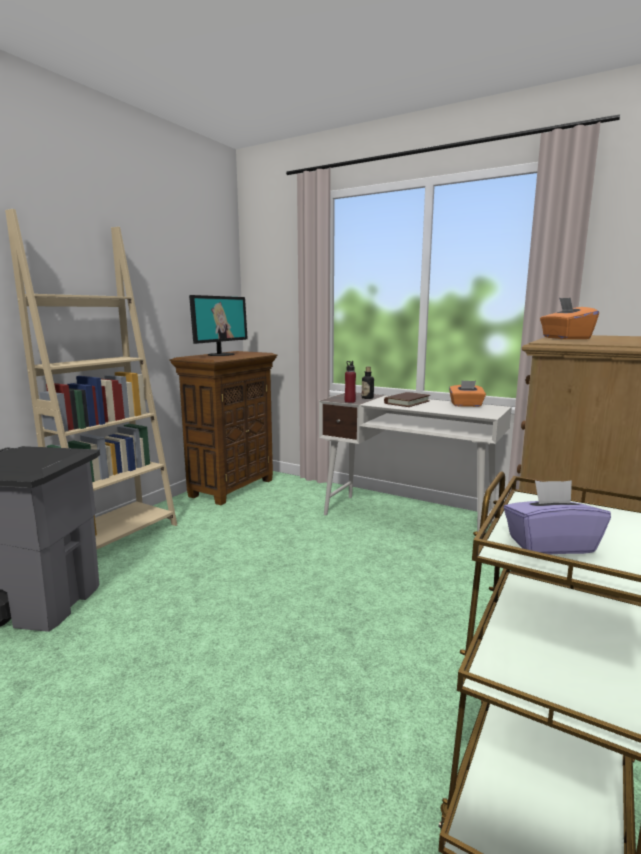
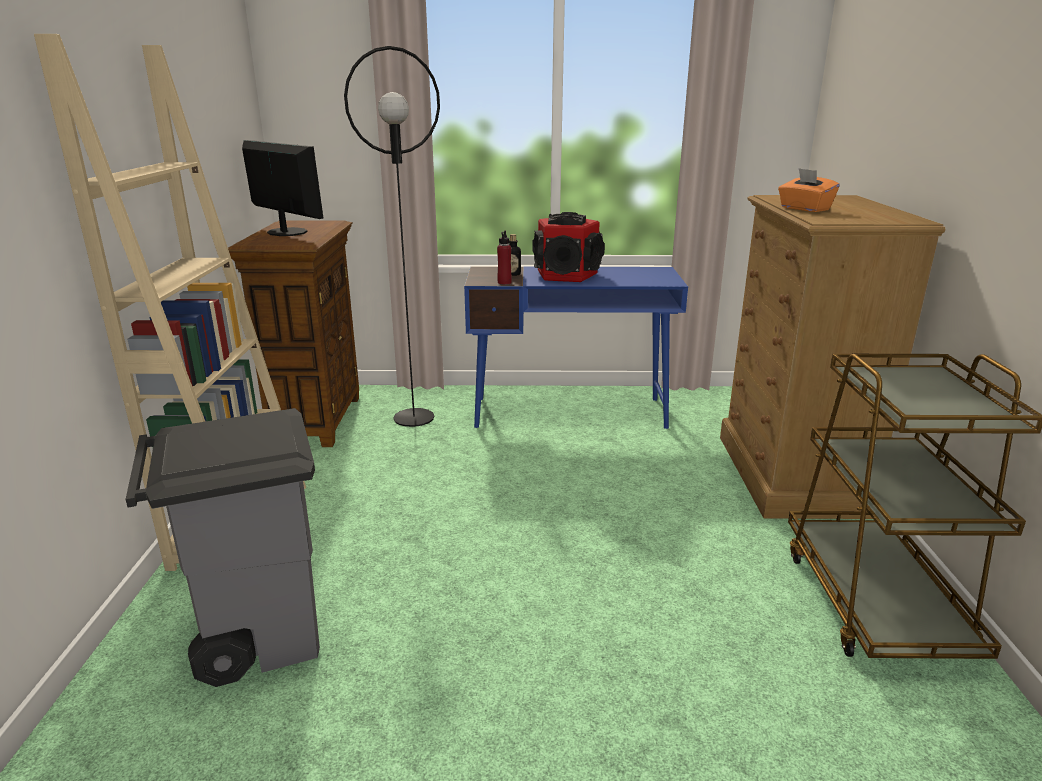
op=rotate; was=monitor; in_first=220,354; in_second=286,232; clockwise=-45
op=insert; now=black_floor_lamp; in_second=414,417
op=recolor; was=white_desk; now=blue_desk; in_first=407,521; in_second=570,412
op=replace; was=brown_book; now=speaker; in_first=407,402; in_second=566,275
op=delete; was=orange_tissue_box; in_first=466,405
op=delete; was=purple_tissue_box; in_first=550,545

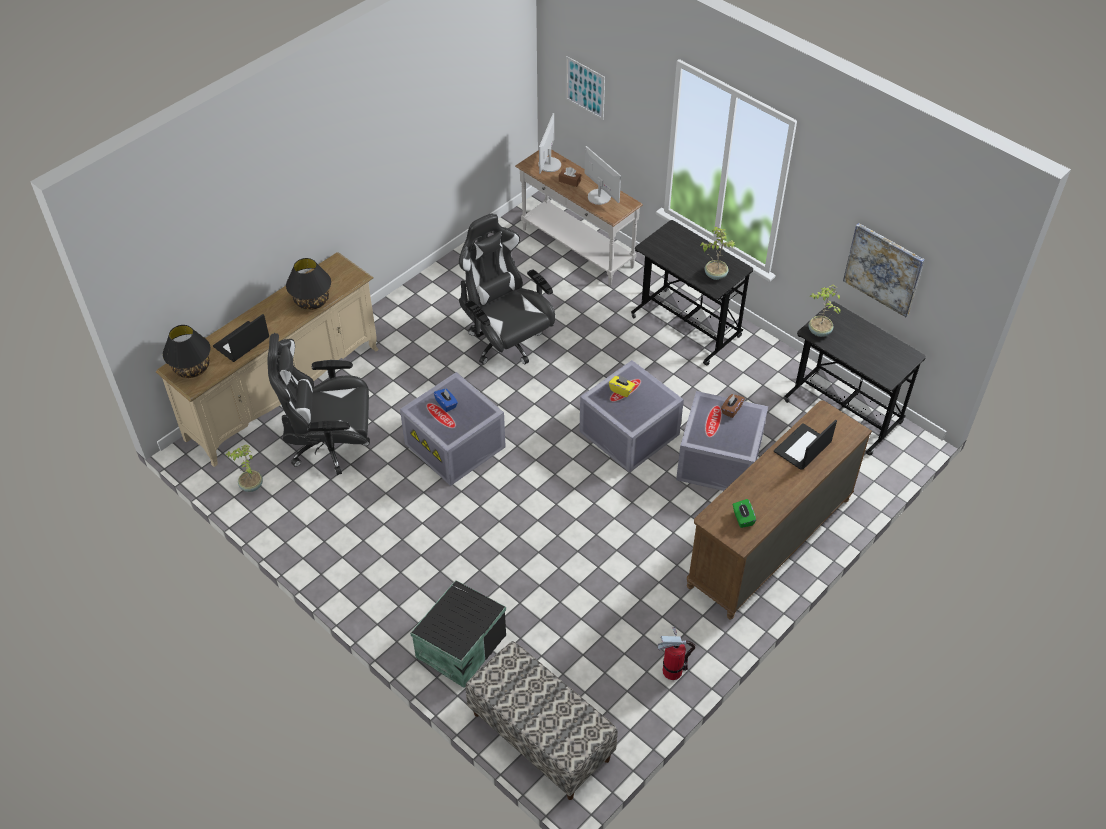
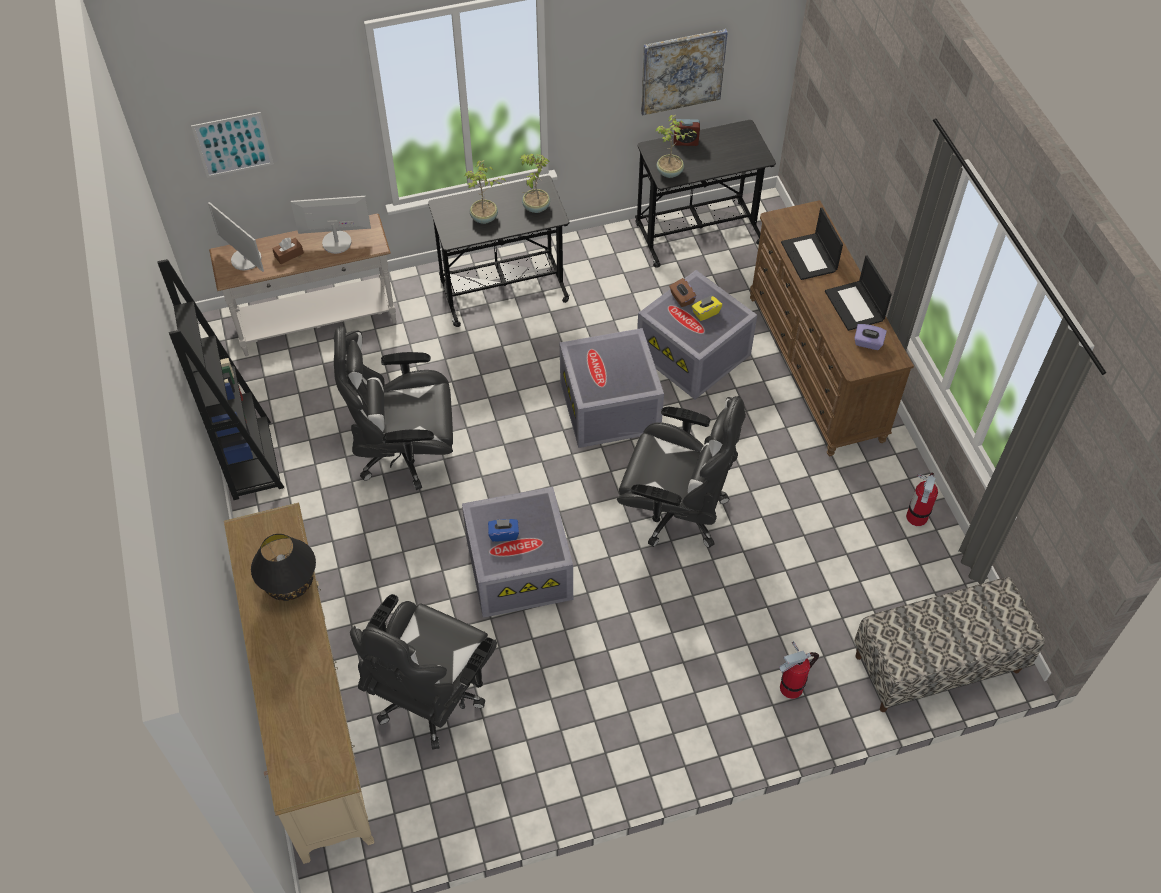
op=insert; now=black_bookcase; in_second=251,460
op=move; was=potted_plant; in_first=251,486; in_second=484,218
op=insert; now=black_office_chair; in_second=673,510
op=insert; now=alarm_clock; in_second=685,142
op=move; was=yellow_tissue_box; in_first=621,390; in_second=705,313
op=replace; was=black_storage_box; now=fire_extinguisher; in_first=459,646; in_second=791,687
op=move; was=laptop; in_first=241,343; in_second=855,306
op=recolor; was=green_tissue_box; now=purple_tissue_box; in_first=742,518; in_second=868,343
op=delete; was=black_table_lamp; in_first=191,368

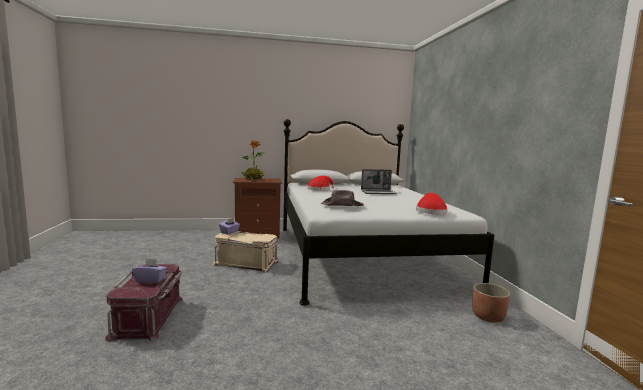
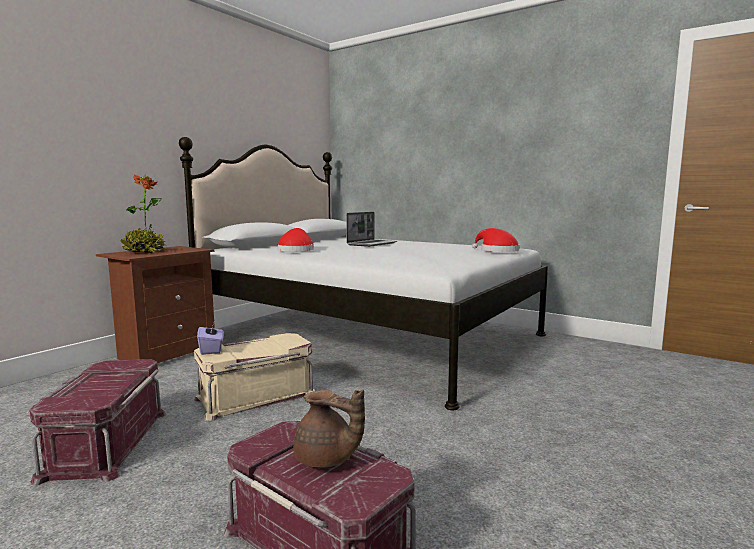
op=insert; now=red_storage_box; in_second=105,443
op=replace; was=purple_tissue_box; now=brown_teapot; in_first=150,280; in_second=326,460
op=delete; was=brown_hat; in_first=342,205
op=delete; was=planter; in_first=488,317

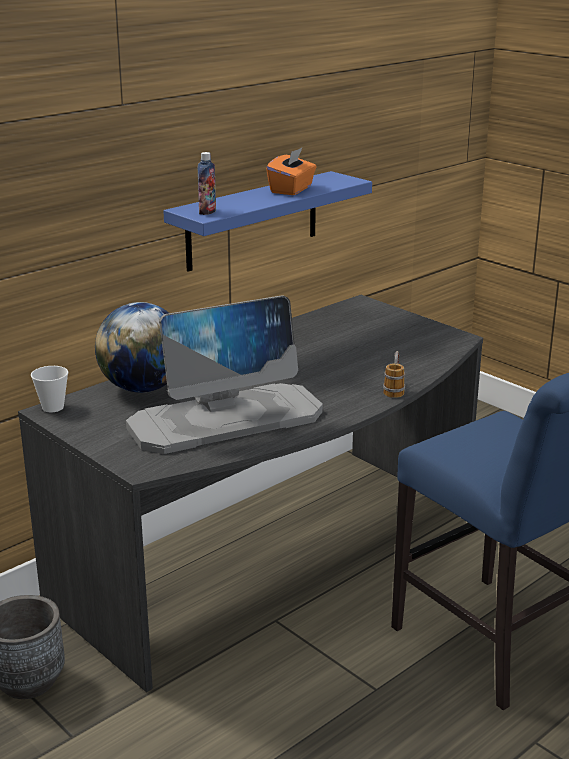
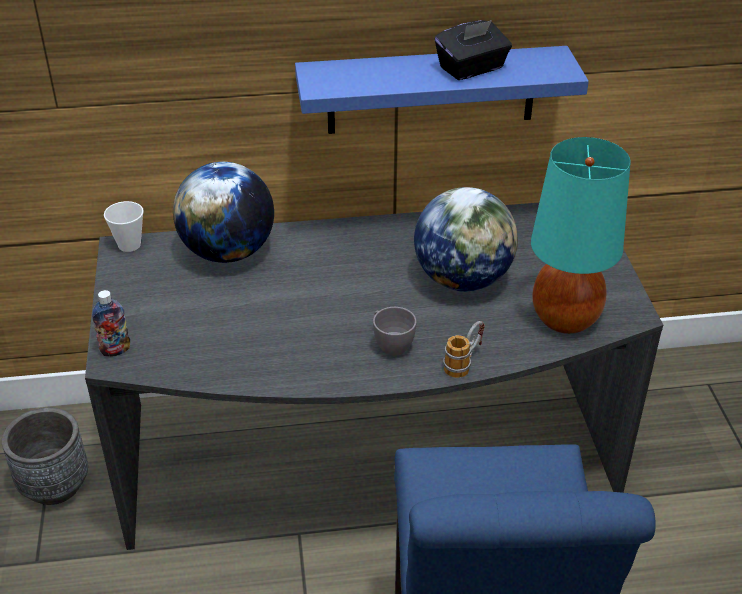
op=move; was=bottle; in_first=207,212; in_second=115,350
op=insert; now=grey_cup; in_second=390,344
op=insert; now=globe; in_second=463,279
op=recolor; was=orange_tissue_box; now=black_tissue_box; in_first=292,190; in_second=472,69
op=insert; now=turquoise_table_lamp; in_second=565,318
op=delete; was=monitor; in_first=227,419

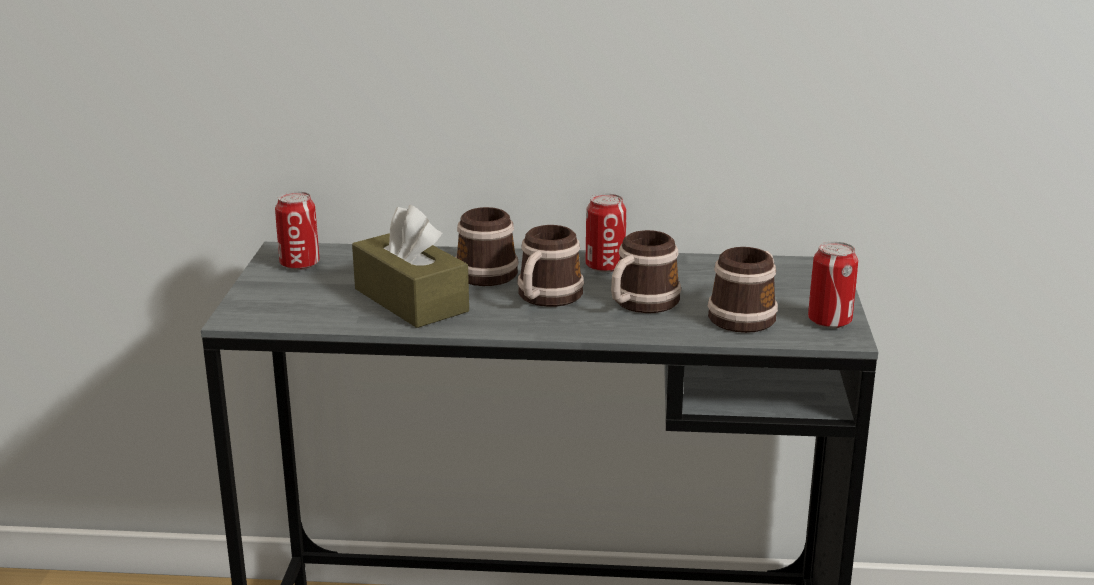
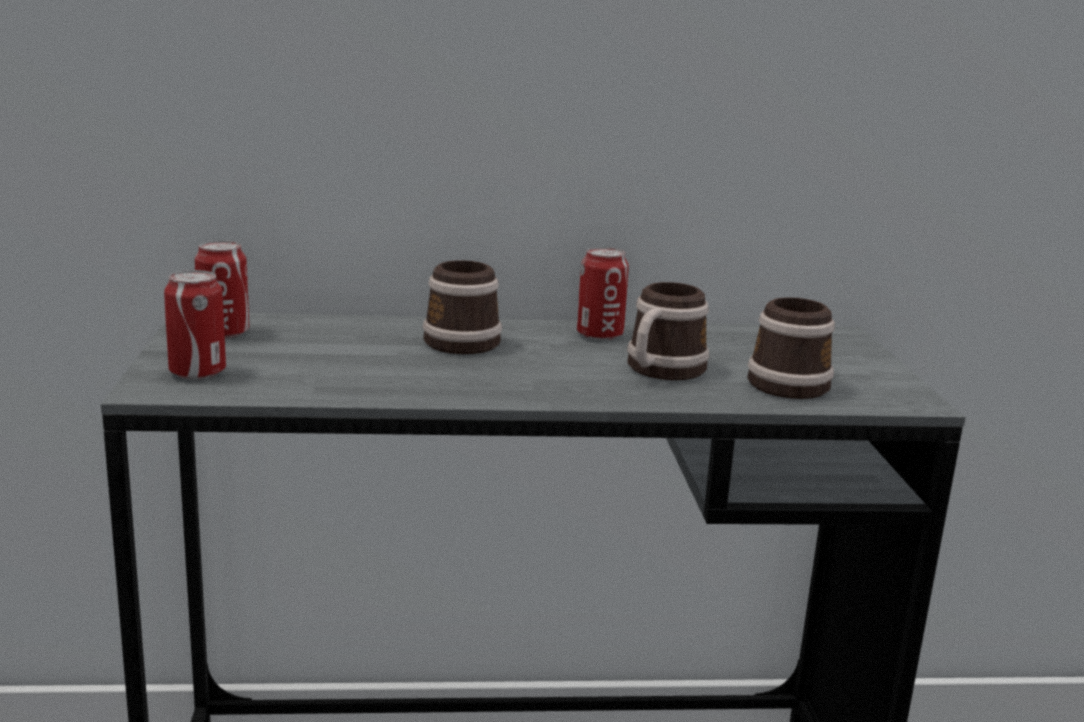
op=move; was=can; in_first=829,321; in_second=197,372
op=delete; was=brown_tissue_box; in_first=411,300
op=delete; was=mug; in_first=545,298

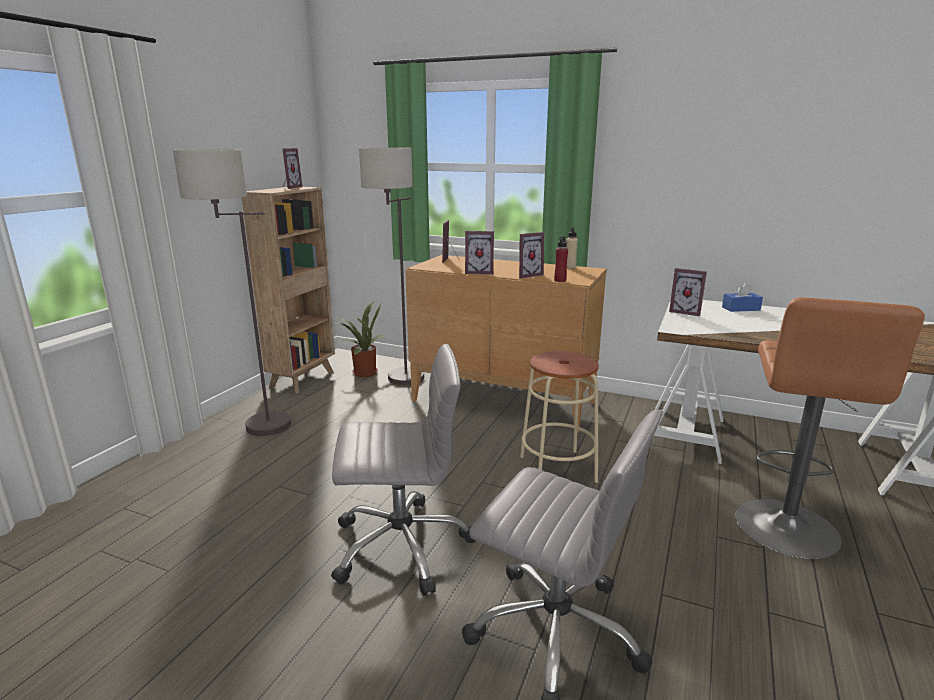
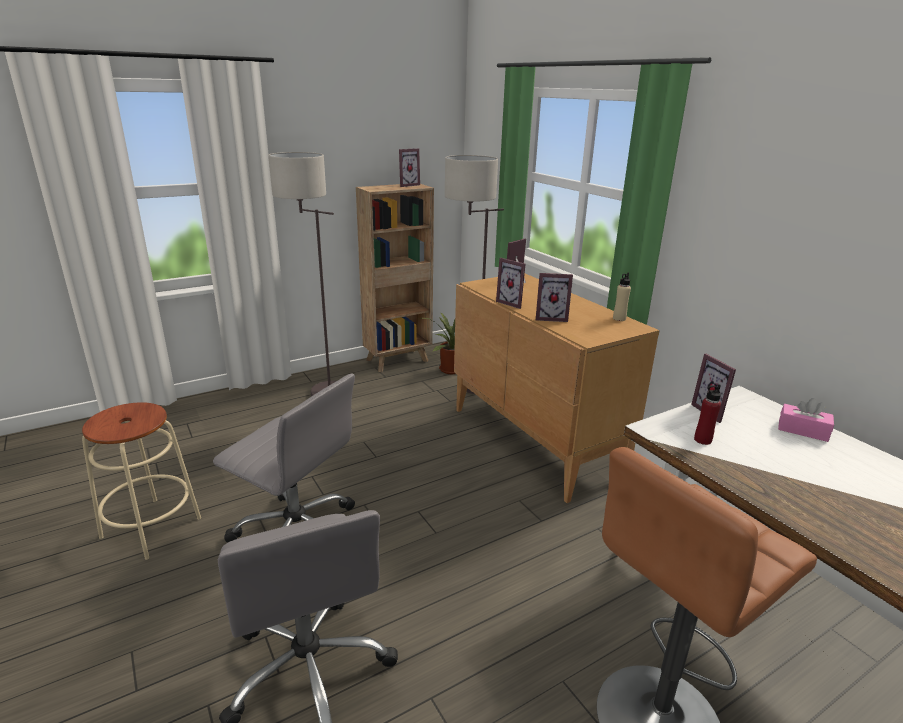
op=move; was=beige_stool; in_first=557,469; in_second=151,527
op=move; was=red_bottle; in_first=560,280; in_second=702,440
op=recolor; was=blue_tissue_box; now=pink_tissue_box; in_first=741,308; in_second=802,430

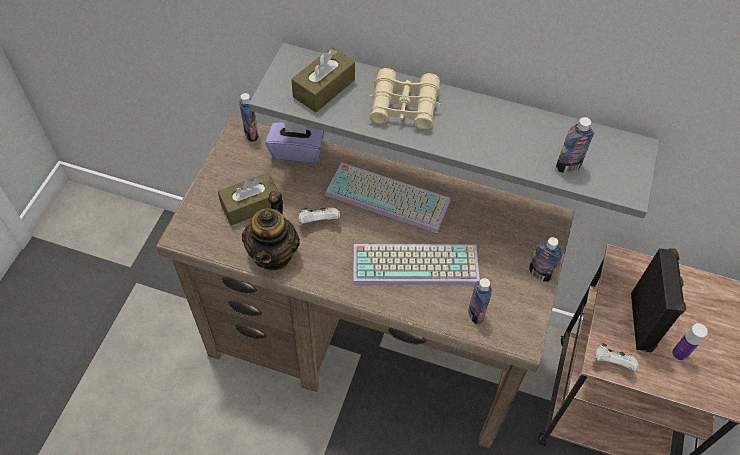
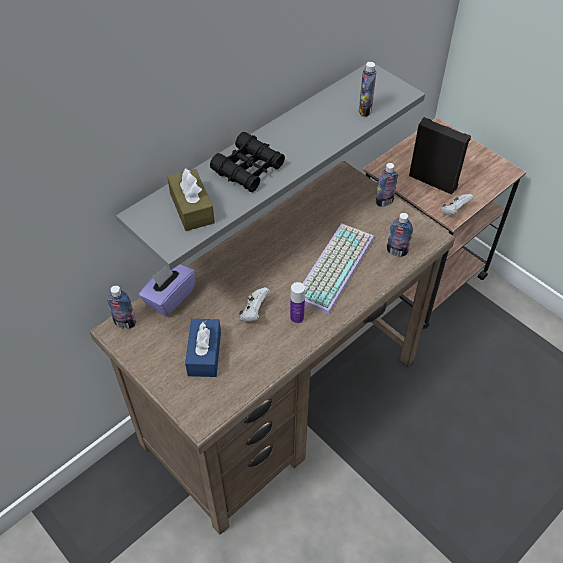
op=recolor; was=brown_tissue_box; now=blue_tissue_box; in_first=251,205; in_second=204,353
op=recolor; was=beige_binoculars; now=black_binoculars; in_first=404,106; in_second=248,169
op=move; was=bottle; in_first=679,354; in_second=297,318
op=delete; was=teapot; in_first=274,254
op=delete; was=keyboard; in_first=389,196

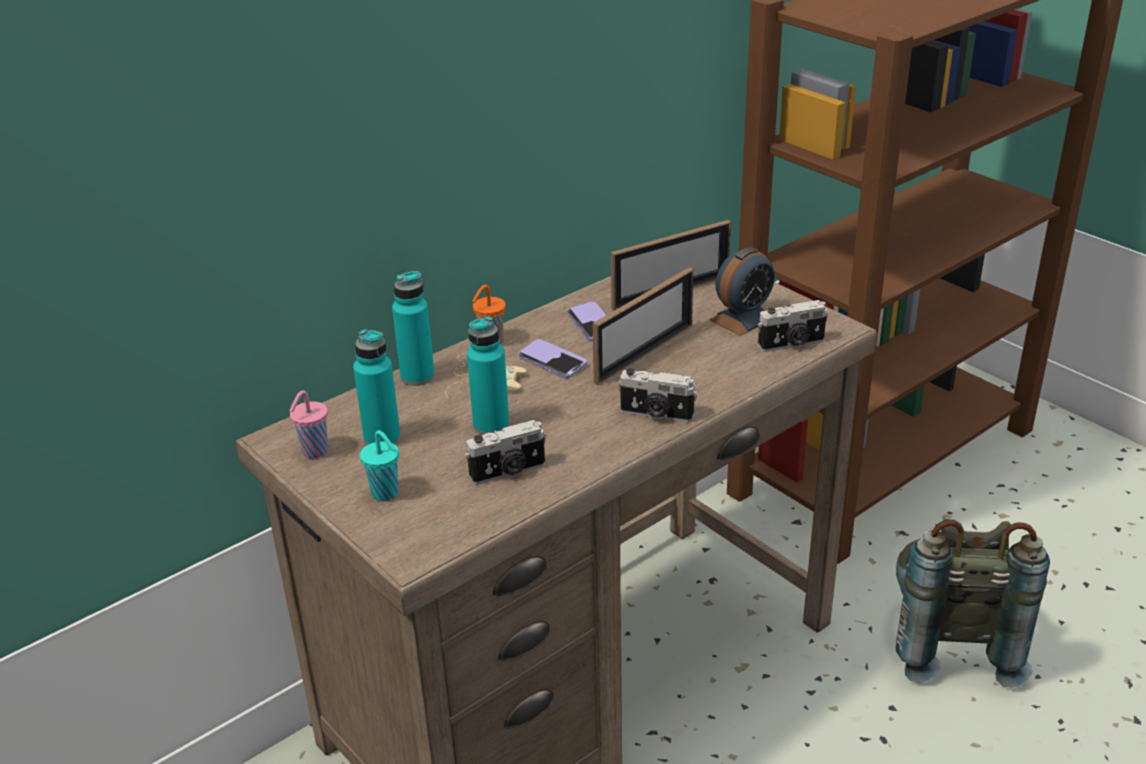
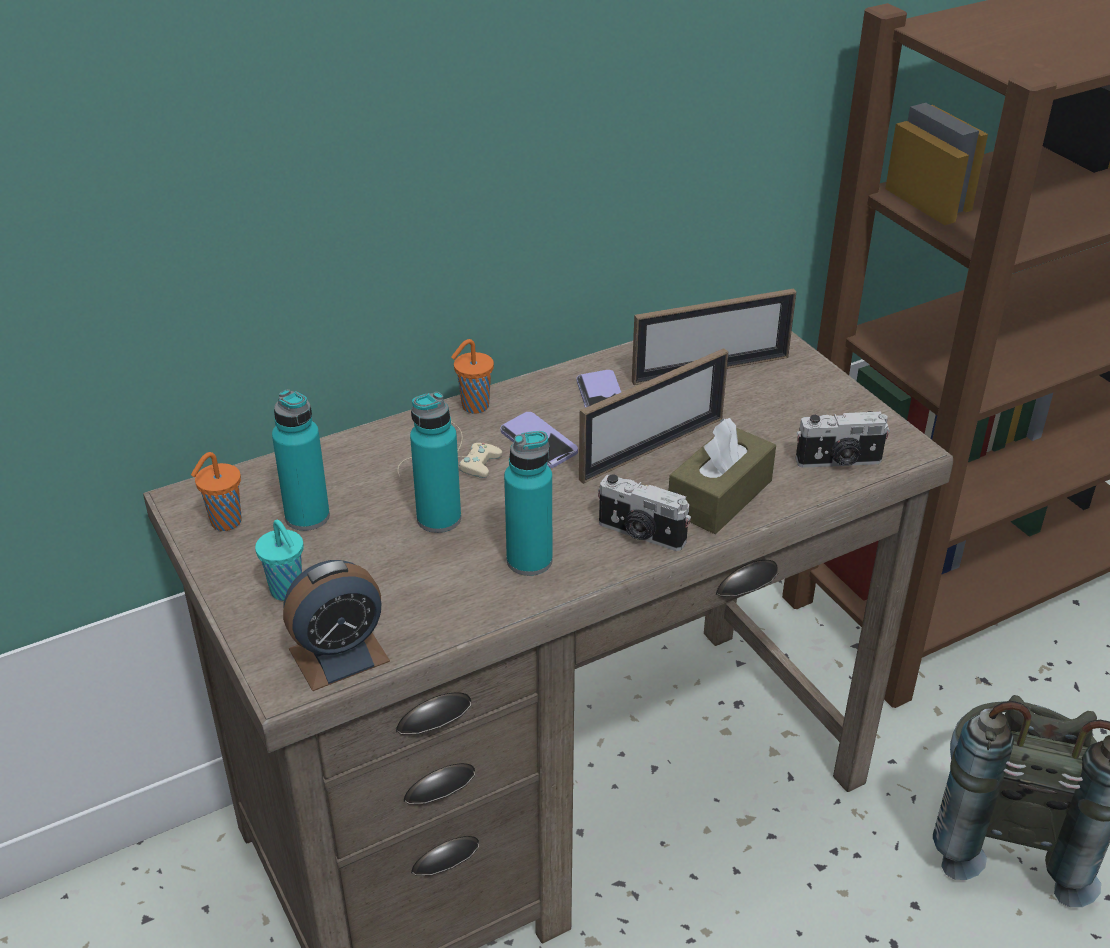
op=recolor; was=pink_cup; now=orange_cup; in_first=314,452; in_second=224,523
op=move; was=alarm_clock; in_first=743,318; in_second=339,655
op=move; was=turquoise_bottle; in_first=417,376; in_second=529,560
op=insert; now=brown_tissue_box; in_second=720,496
op=delete; was=photo_camera; in_first=508,472

